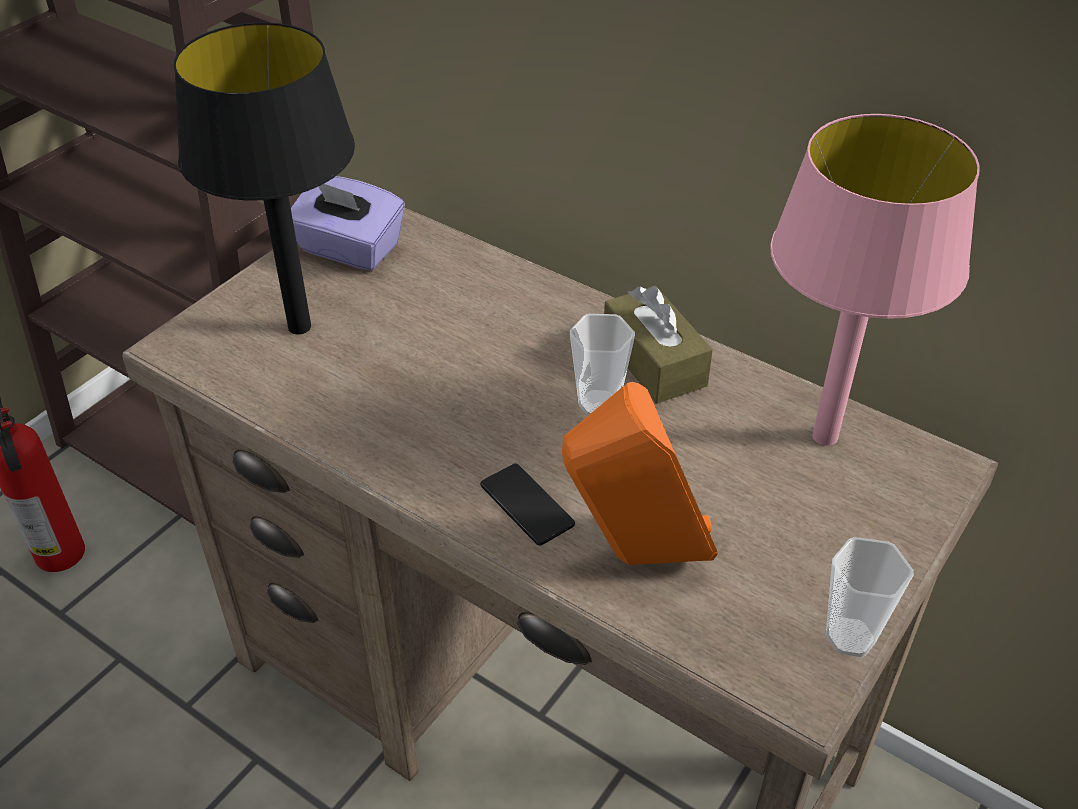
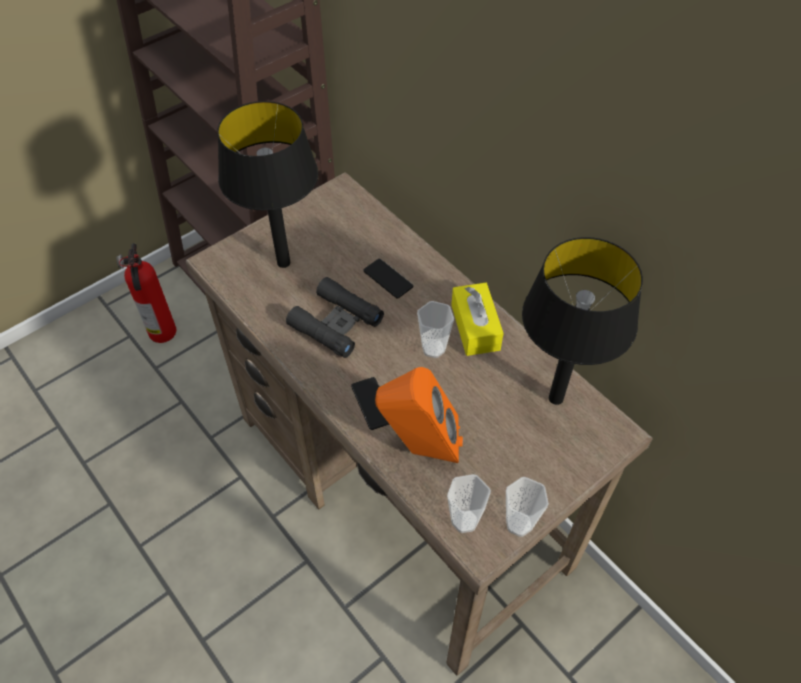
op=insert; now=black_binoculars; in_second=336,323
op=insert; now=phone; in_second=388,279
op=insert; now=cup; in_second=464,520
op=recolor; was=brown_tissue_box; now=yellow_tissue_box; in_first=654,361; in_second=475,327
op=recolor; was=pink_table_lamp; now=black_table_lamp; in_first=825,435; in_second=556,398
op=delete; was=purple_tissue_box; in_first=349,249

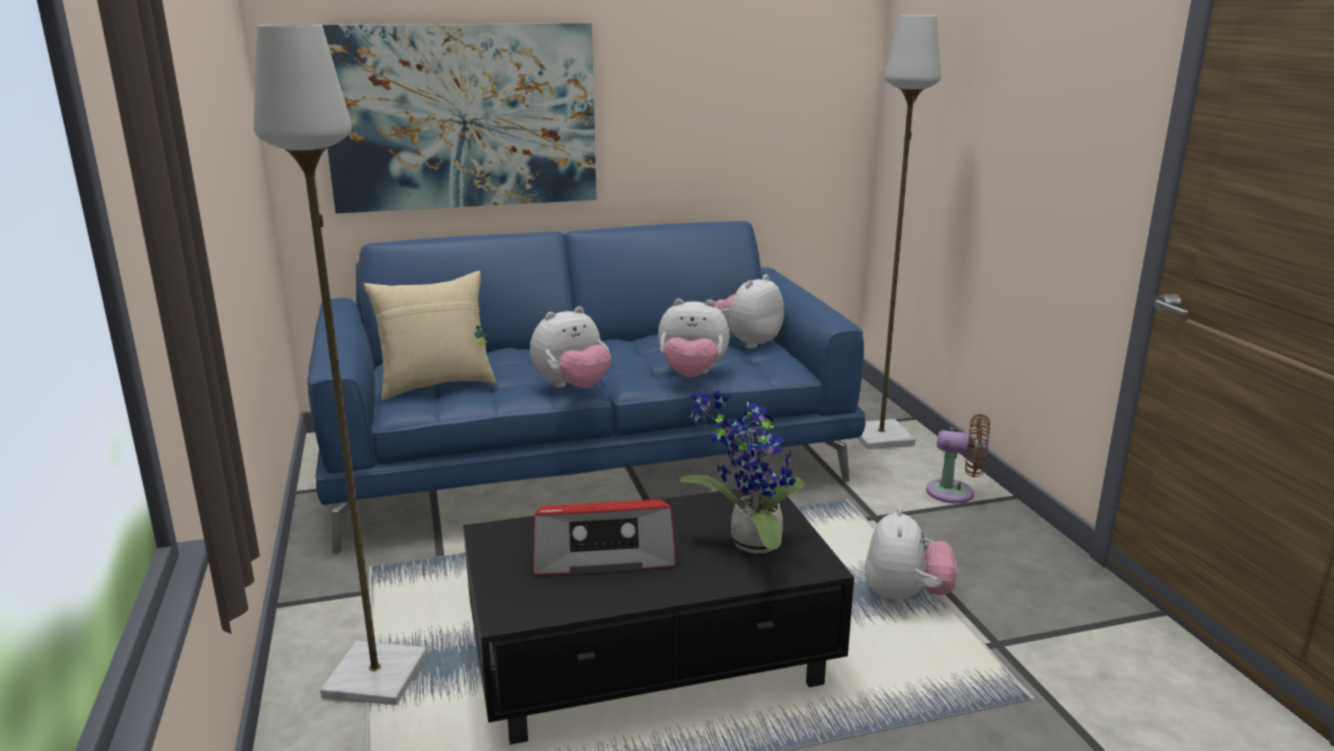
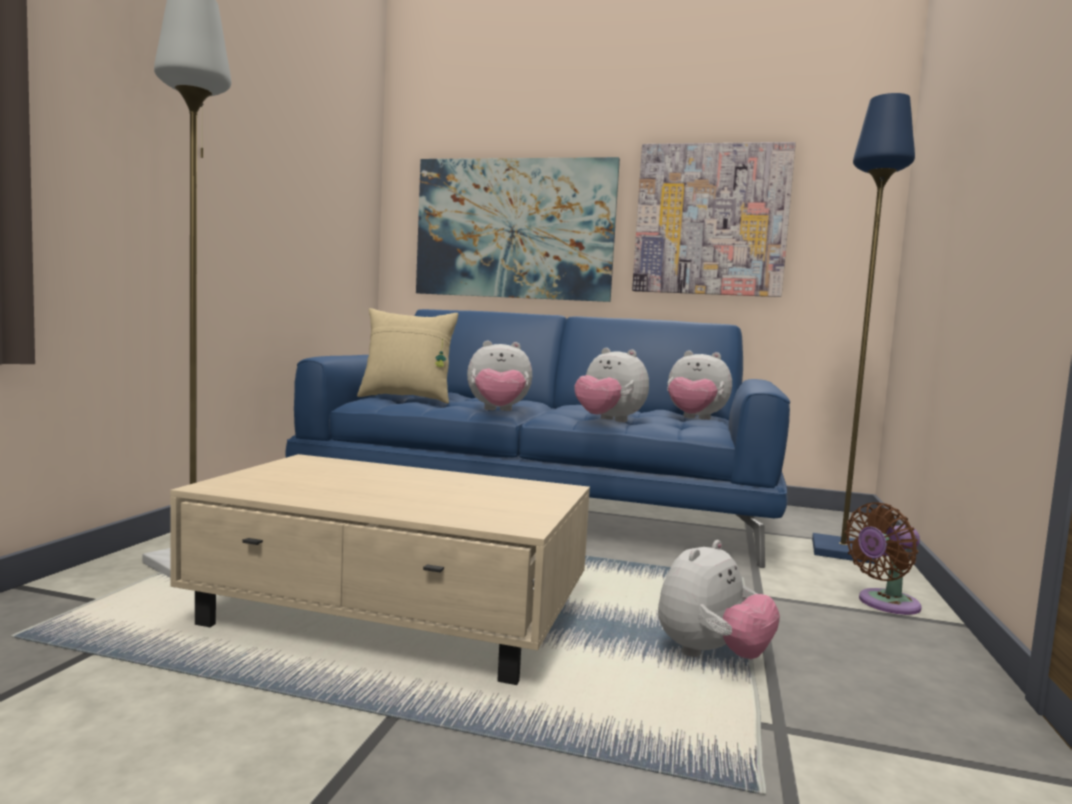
op=recolor; was=black_coffee_table; now=beige_coffee_table; in_first=653,657; in_second=394,616
op=insert; now=picture; in_second=710,220
op=rotate; was=plush_toy; in_first=747,343; in_second=694,419; clockwise=-135
op=recolor; was=grey_floor_lamp; now=blue_floor_lamp; in_first=882,437; in_second=844,552
op=rotate; was=brown_fan; in_first=955,493; in_second=884,604; clockwise=105
op=delete; was=radio; in_first=603,554
op=delete; was=potted_plant; in_first=748,543

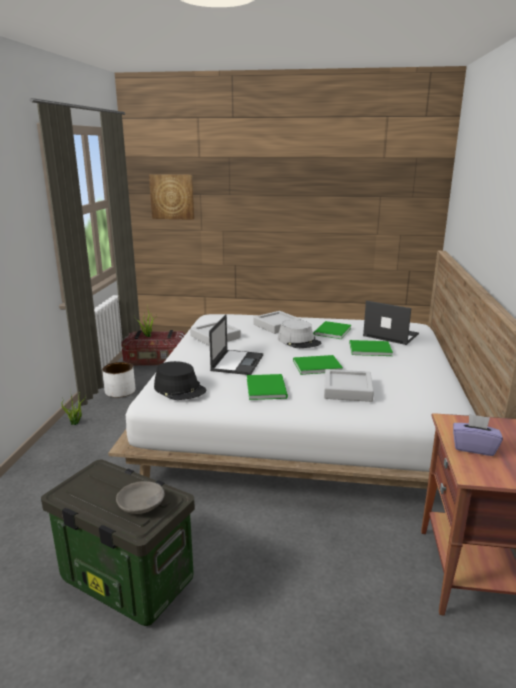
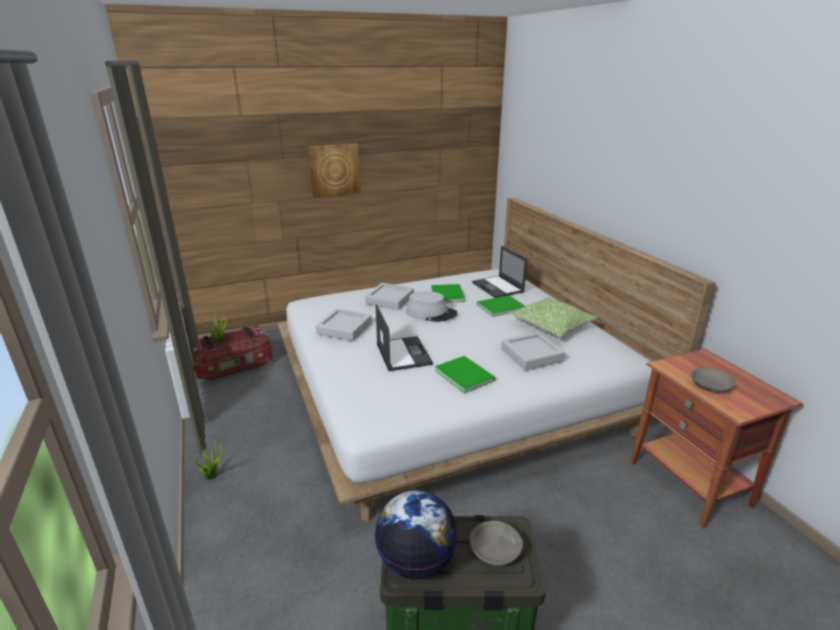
op=move; was=picture; in_first=172,196; in_second=334,169
op=insert; now=globe; in_second=416,561
op=rotate; was=laptop; in_first=390,335; in_second=498,287; clockwise=-120
op=insert; now=pillow; in_second=552,326
op=replace; was=purple_tissue_box; now=grey_bowl; in_first=474,447; in_second=709,385
op=delete; was=white_planter; in_first=120,392
op=delete; was=black_hat; in_first=180,389
op=delete; was=green_book; in_first=315,366

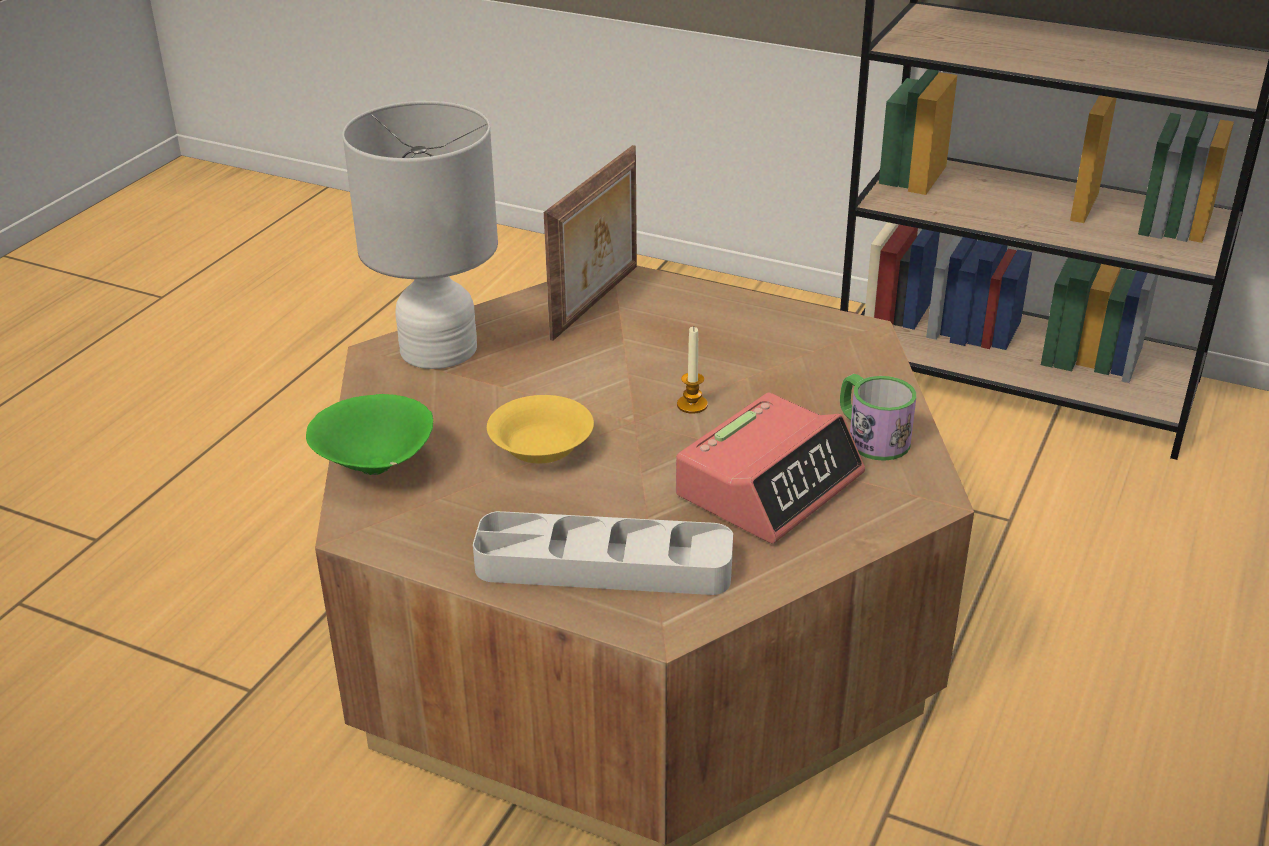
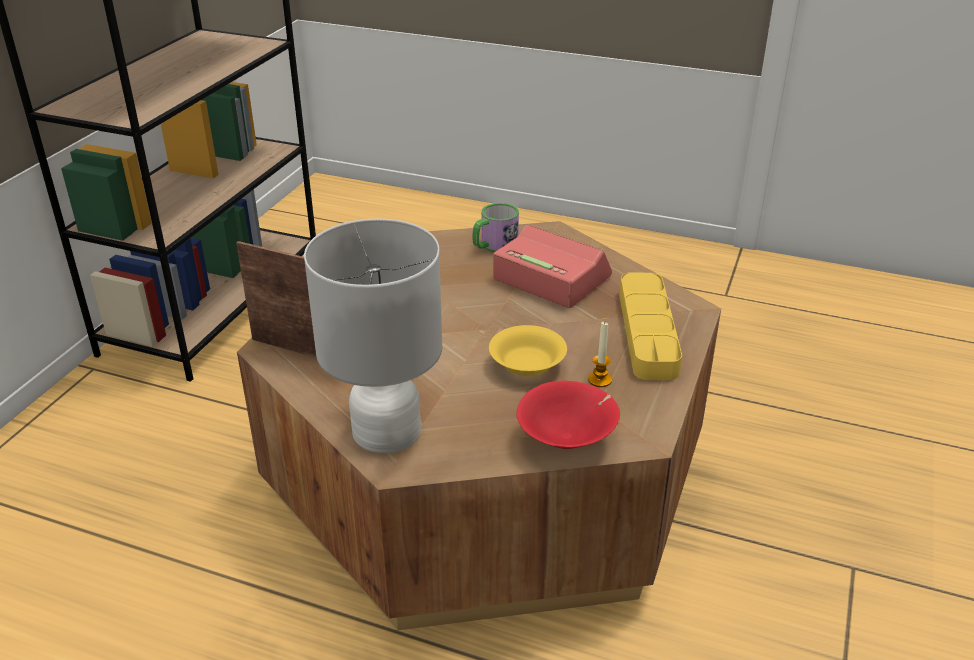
op=recolor; was=green_bowl; now=red_bowl; in_first=376,469; in_second=568,440
op=move; was=candle; in_first=692,405; in_second=600,380
op=recolor; was=grey_tray; now=yellow_tray; in_first=604,565; in_second=647,331

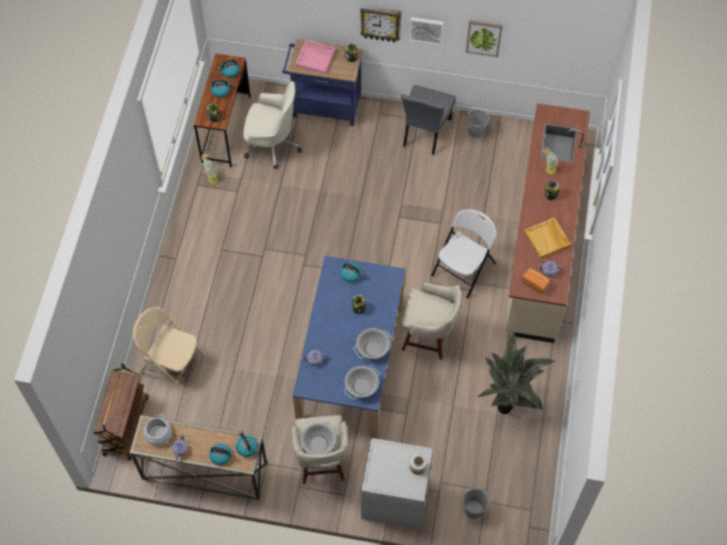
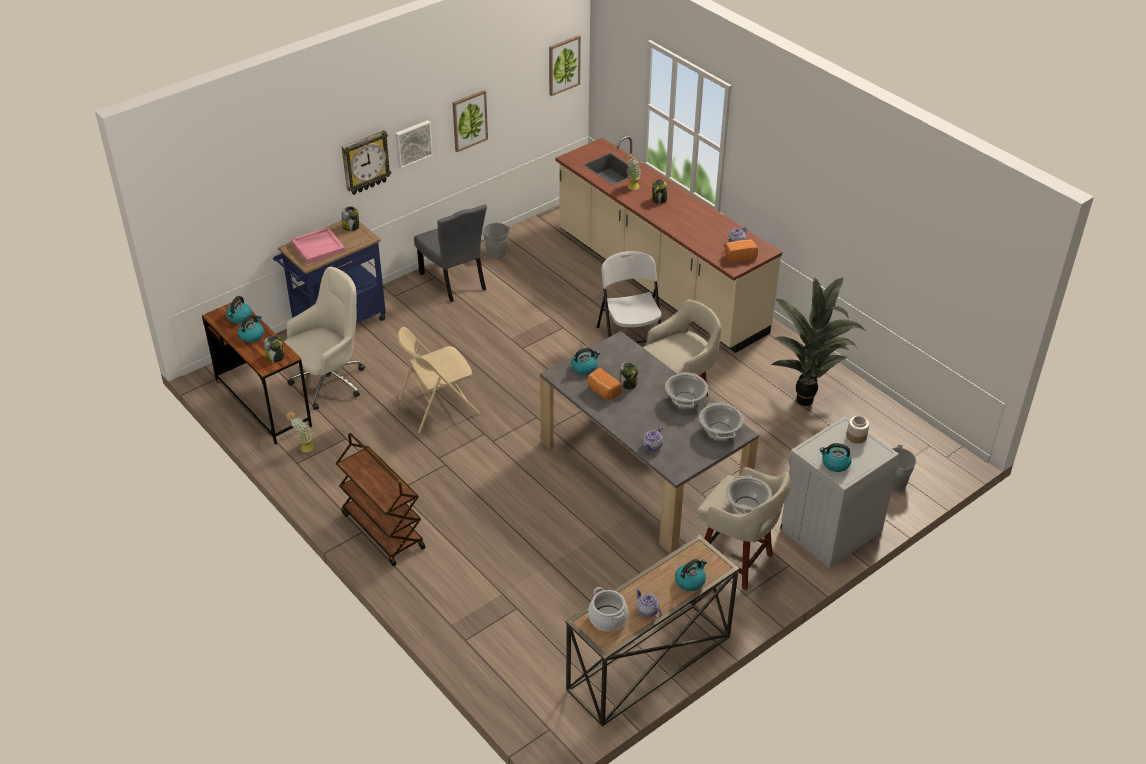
op=move; was=brown_cart; in_first=125,425; in_second=382,531
op=move; was=beige_chair; in_first=172,363; in_second=438,406
op=recolor; was=blue_dining_table; now=grey_dining_table; in_first=351,362; in_second=643,472
op=insert; now=picture; in_second=563,65
op=insert; now=bread; in_second=602,391
op=move; was=kettle; in_first=247,447; in_second=835,464
op=delete; was=beige_tray; in_first=547,239

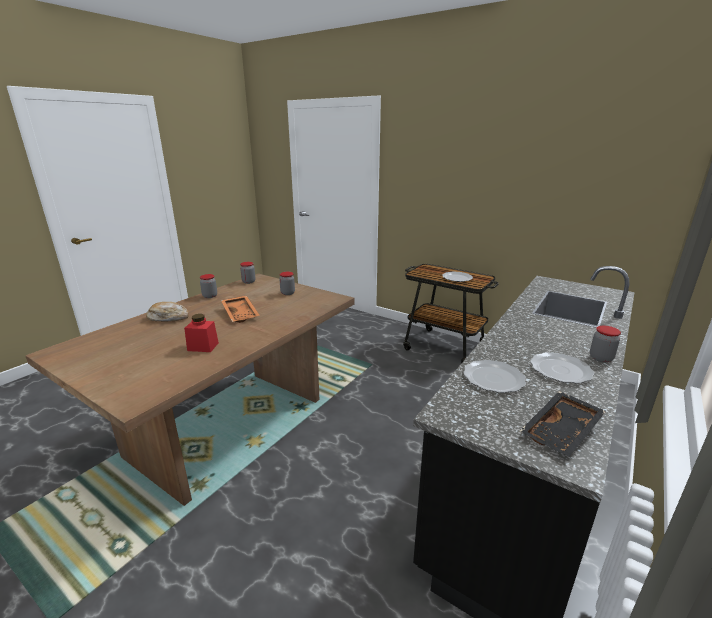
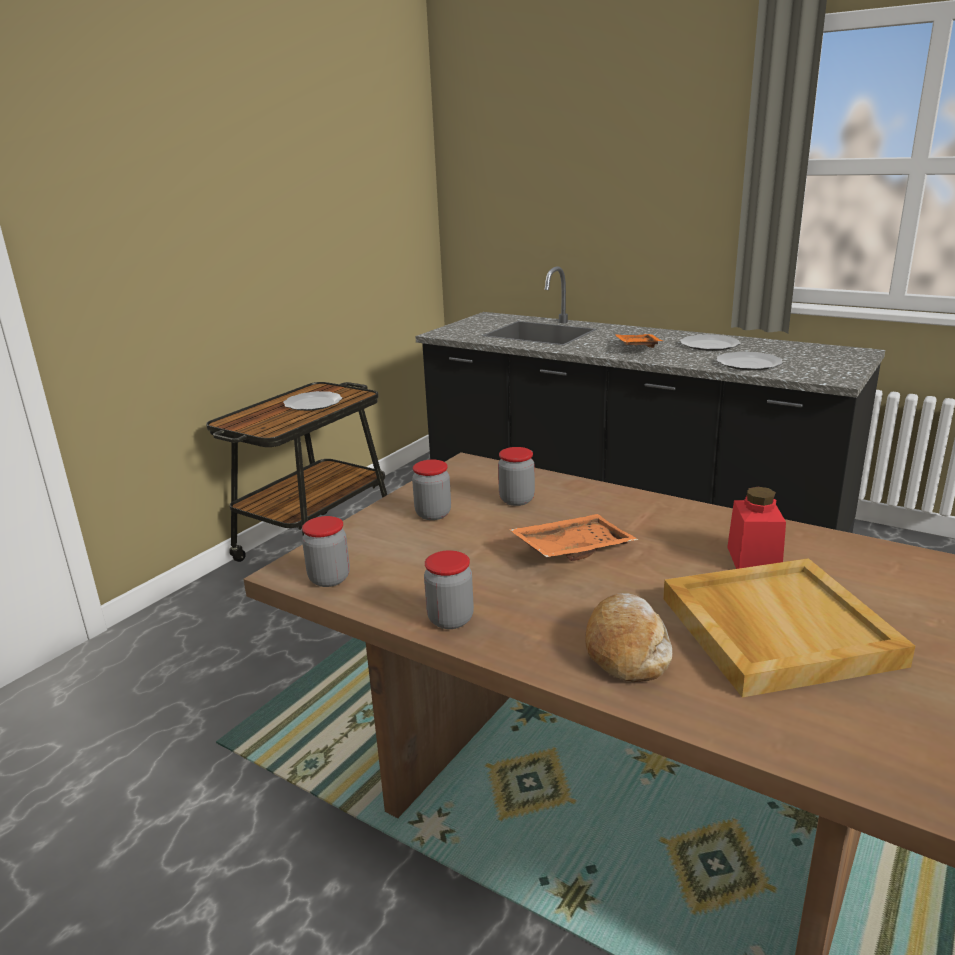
op=move; was=jar; in_first=601,358; in_second=517,500
op=insert; now=orange_tray; in_second=636,347
op=insert; now=beige_tray; in_second=775,629
op=delete; was=black_tray; in_first=562,432

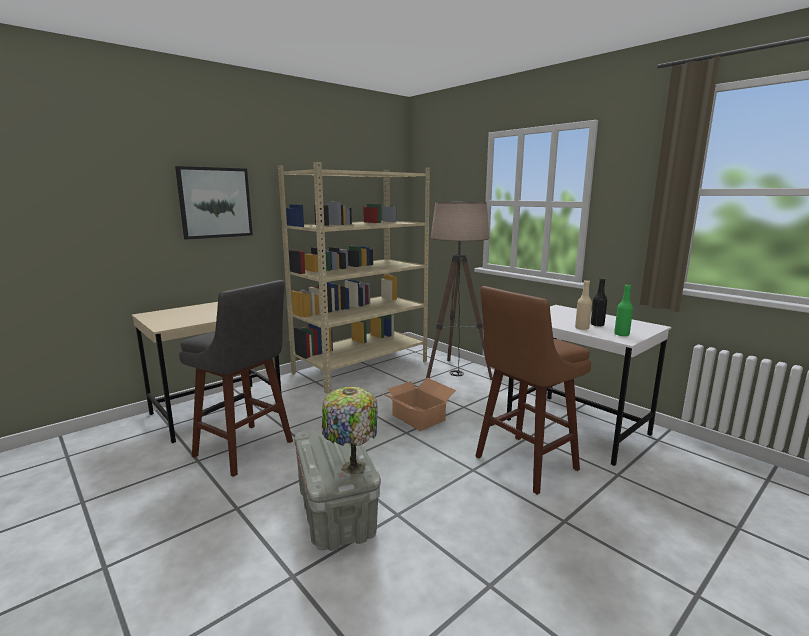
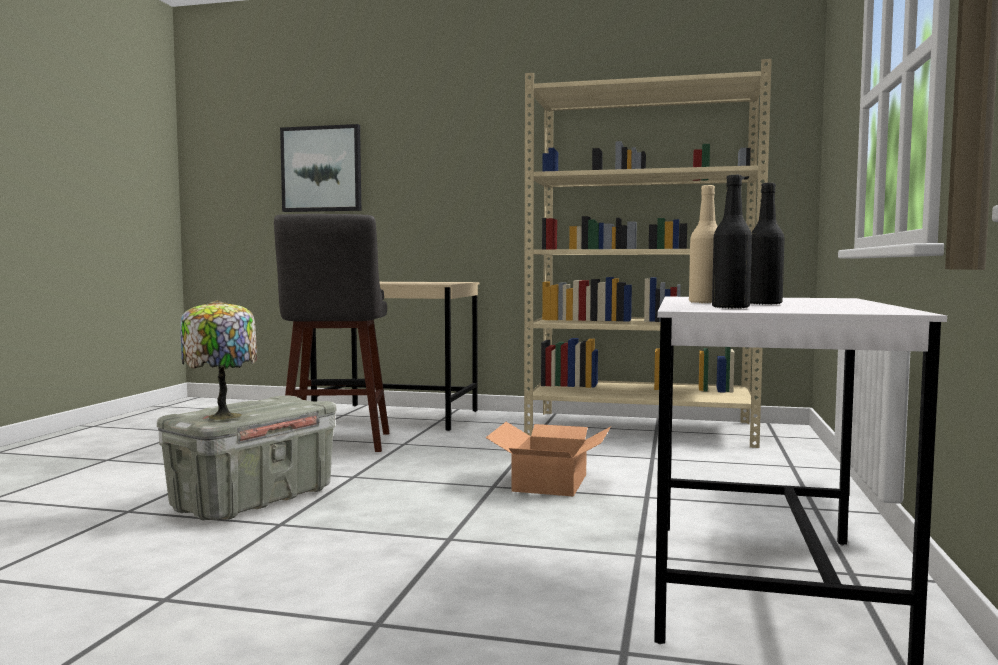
op=move; was=picture; in_first=215,203; in_second=322,169
op=recolor; was=green_bottle; now=black_bottle; in_first=621,334; in_second=730,308
op=delete; was=floor_lamp; in_first=455,373
op=delete; was=brown_stool; in_first=522,464

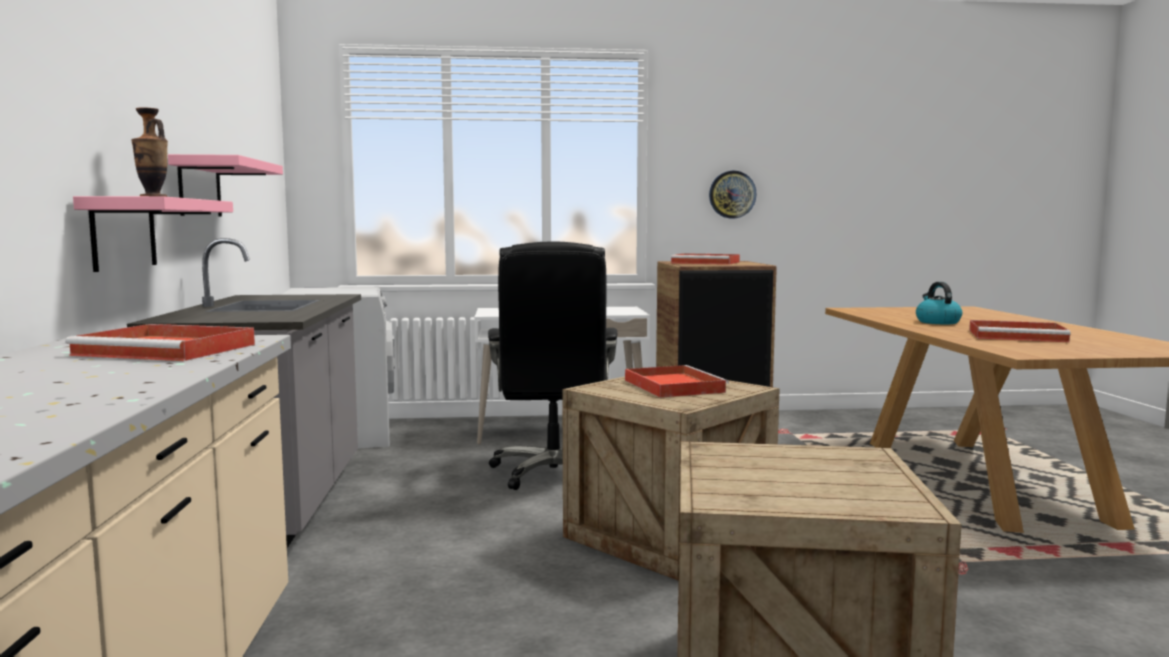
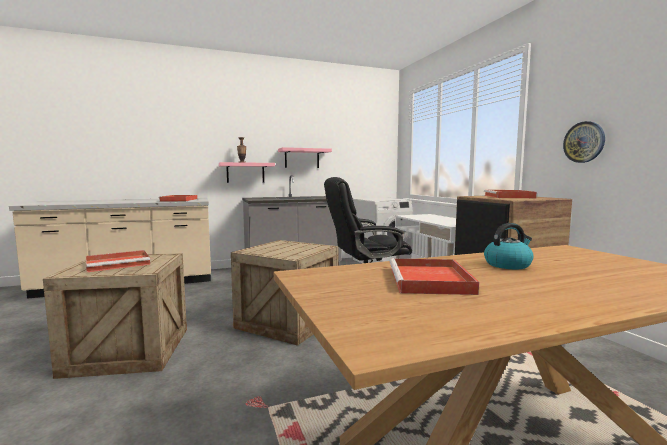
op=move; was=red_tray; in_first=672,386; in_second=119,263

